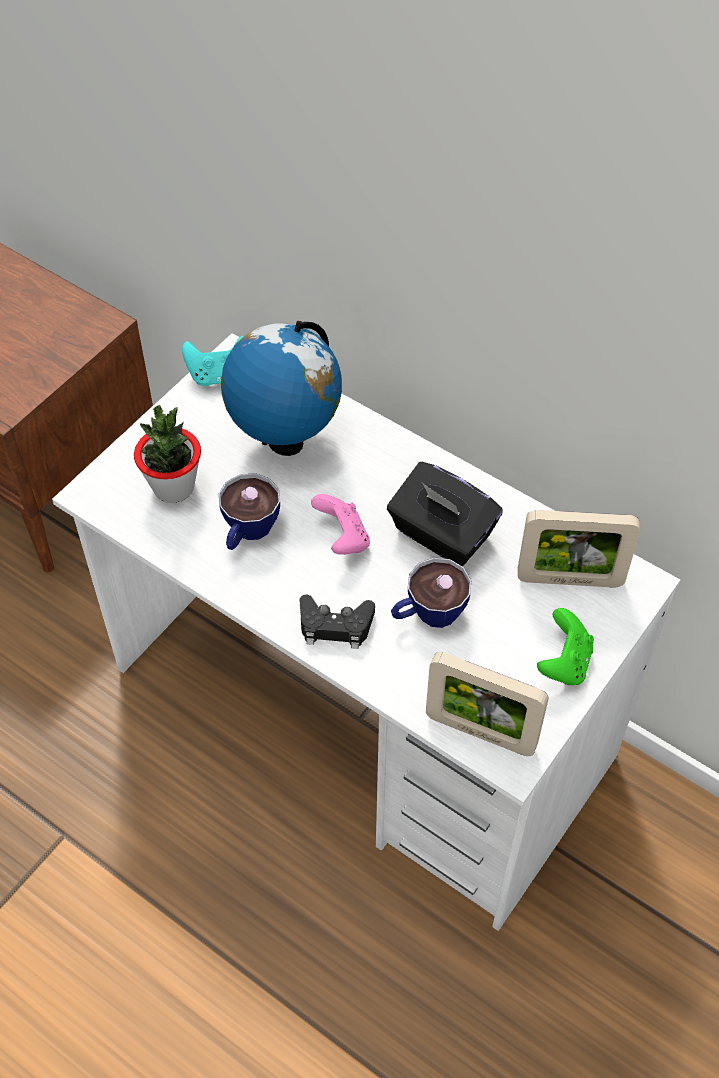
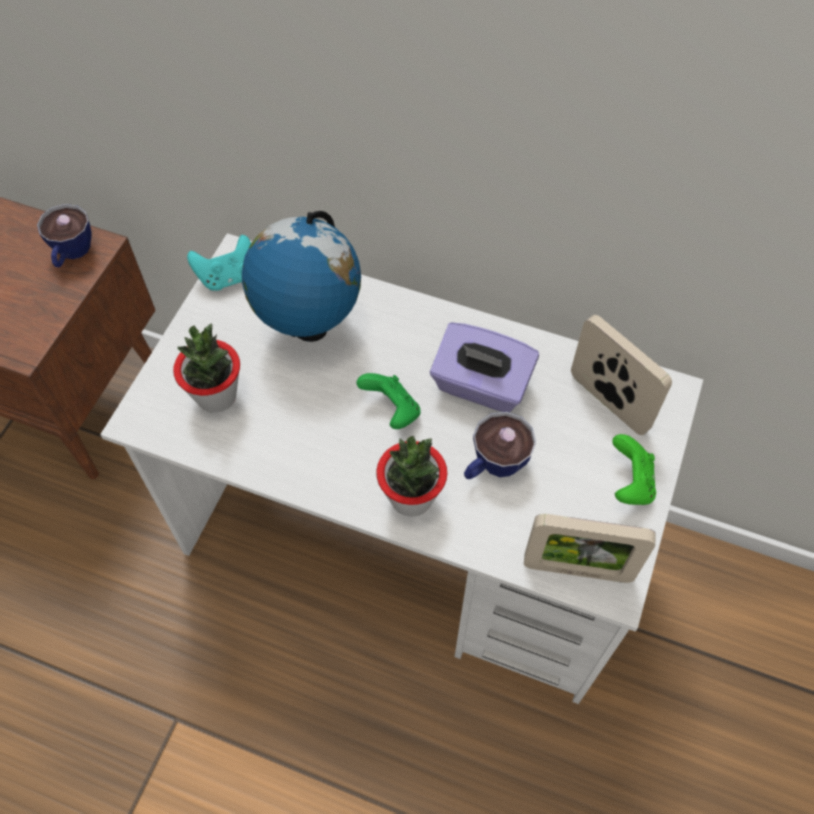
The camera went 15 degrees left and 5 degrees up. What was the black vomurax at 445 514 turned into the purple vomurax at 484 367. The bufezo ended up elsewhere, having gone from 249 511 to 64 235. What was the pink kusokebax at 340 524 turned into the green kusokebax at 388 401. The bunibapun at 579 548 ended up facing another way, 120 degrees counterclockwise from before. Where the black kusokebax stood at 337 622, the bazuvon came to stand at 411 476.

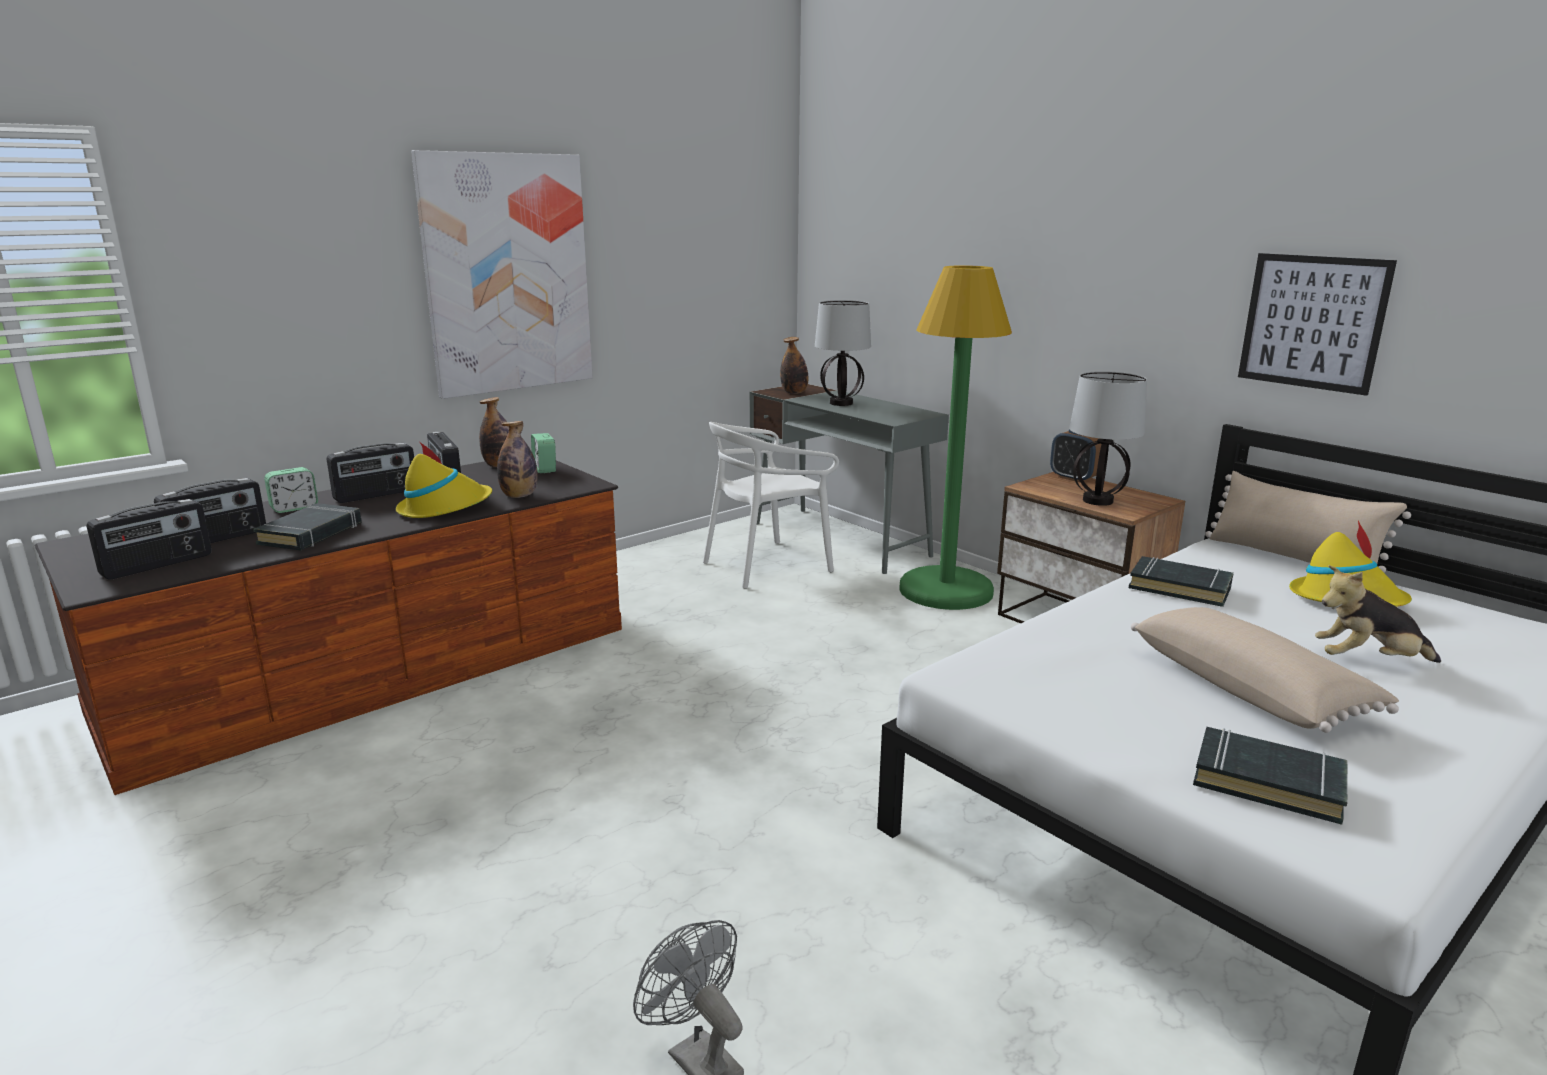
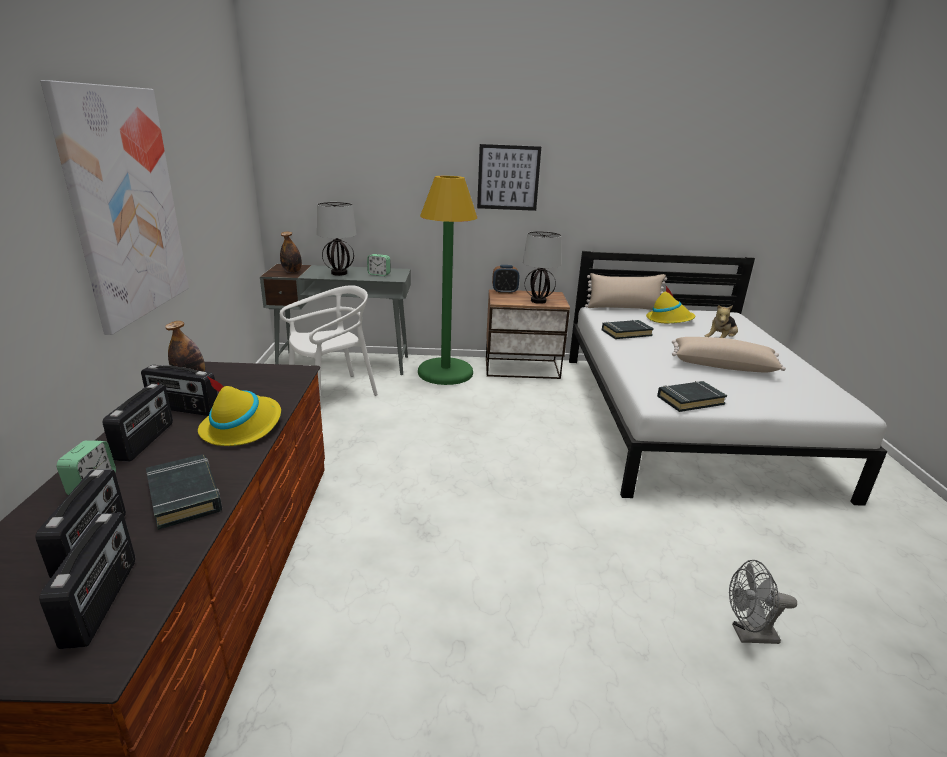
The camera went 50 degrees left and 5 degrees up. The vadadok ended up elsewhere, having gone from 1317 324 to 509 177. The second view lost the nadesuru at 517 459. The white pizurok at 771 505 ended up facing another way, 135 degrees counterclockwise from before. The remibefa ended up elsewhere, having gone from 543 453 to 378 265. The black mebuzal ended up elsewhere, having gone from 1270 776 to 692 396.

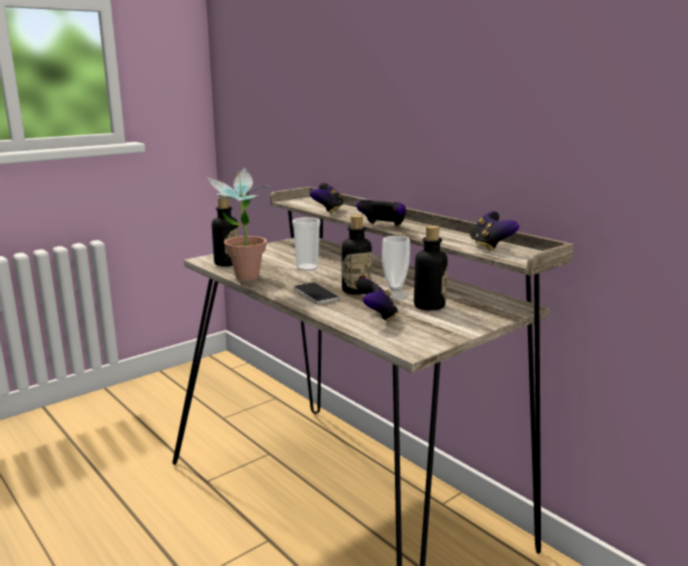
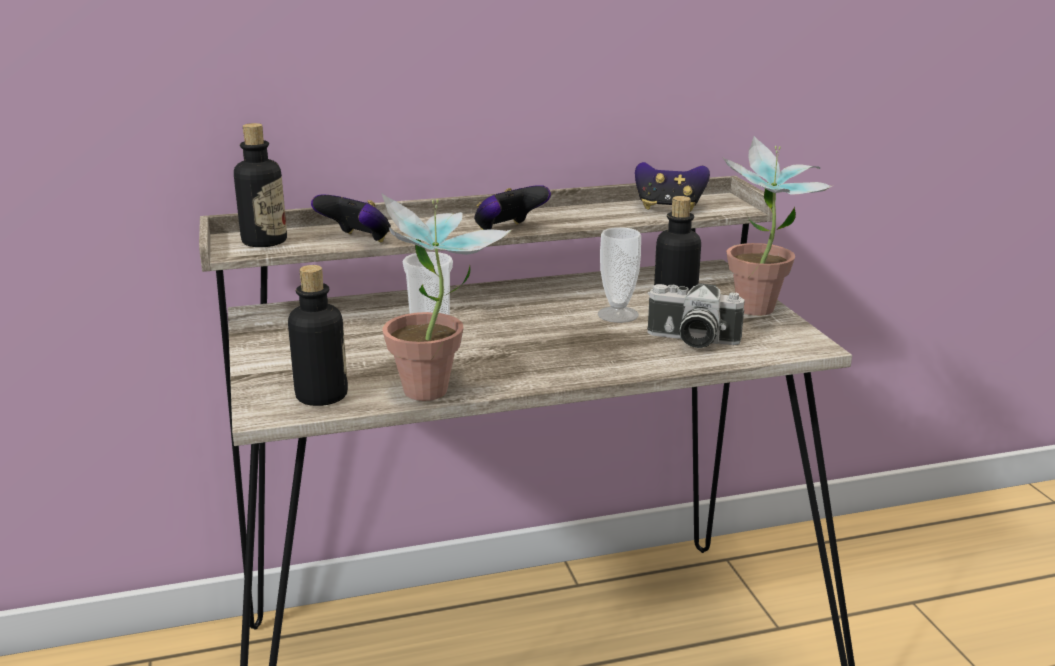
The camera went 65 degrees left and 5 degrees up. The nadesuru ended up elsewhere, having gone from 357 255 to 260 185. Where the kusokebax stood at 377 300, the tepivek came to stand at 696 315. The second view lost the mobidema at 316 293. The second view gained the bazuvon at 777 226.

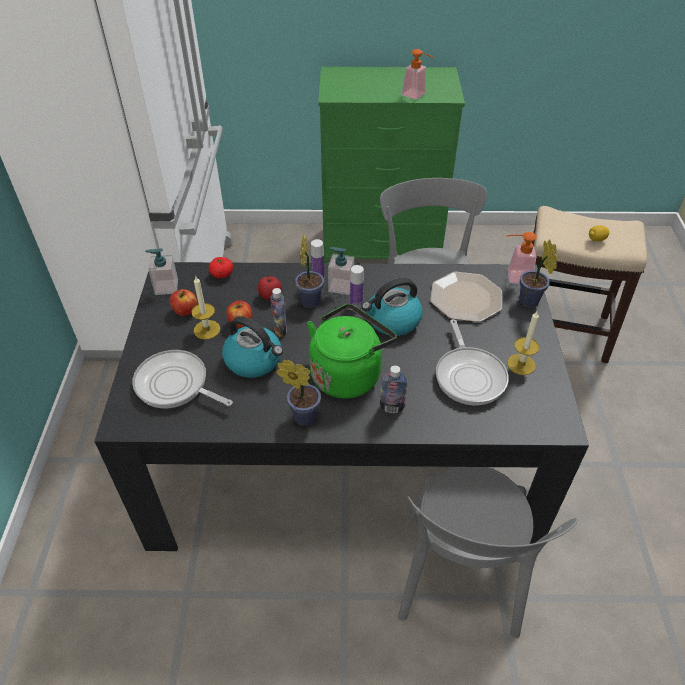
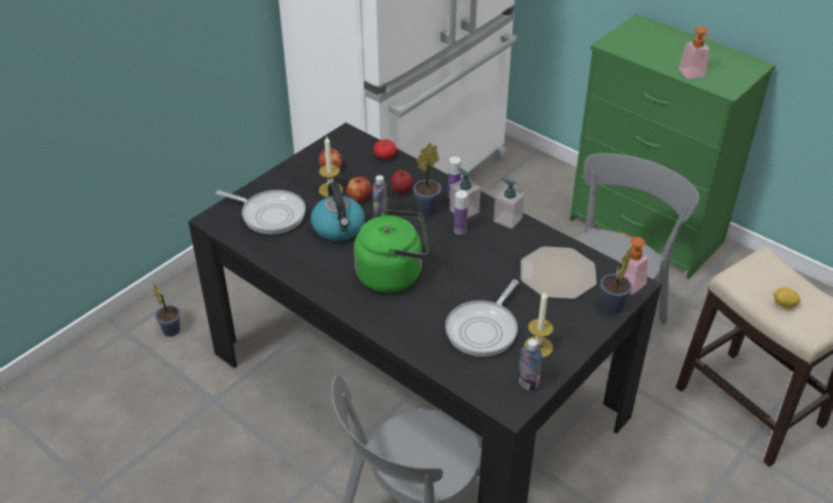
The camera went 40 degrees right and 5 degrees down. The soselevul ended up elsewhere, having gone from 161 271 to 509 203. The second view lost the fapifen at 392 307. The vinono at 182 379 ended up facing another way, 135 degrees clockwise from before. The bazuvon ended up elsewhere, having gone from 298 393 to 166 309. The nadesuru ended up elsewhere, having gone from 394 389 to 530 365.

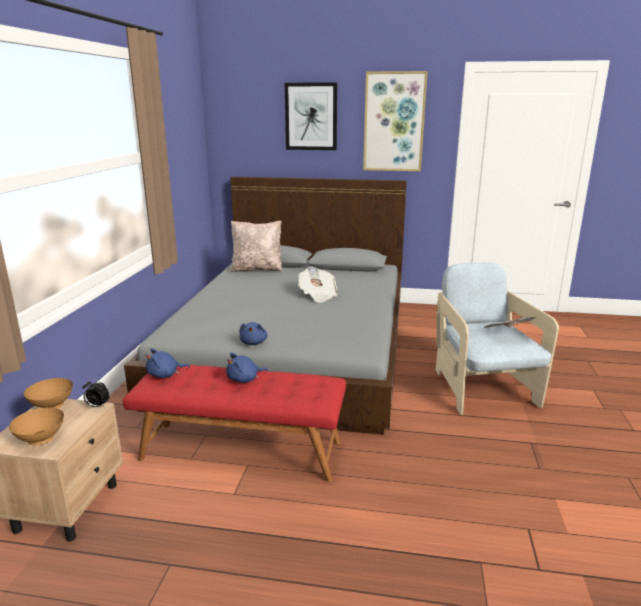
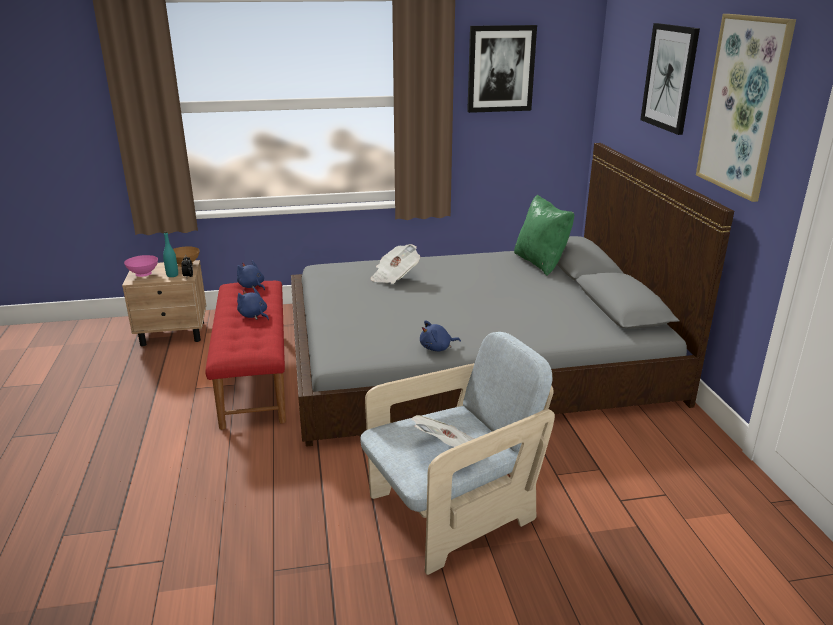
The camera went 70 degrees right and 5 degrees up. What was the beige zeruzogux at 257 246 turned into the green zeruzogux at 544 235. The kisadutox ended up elsewhere, having gone from 318 285 to 395 264. The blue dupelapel ended up elsewhere, having gone from 253 333 to 440 336. What was the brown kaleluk at 36 426 turned into the pink kaleluk at 141 266. The second view gained the vadadok at 502 69. The second view gained the turquoise nadesuru at 170 254.

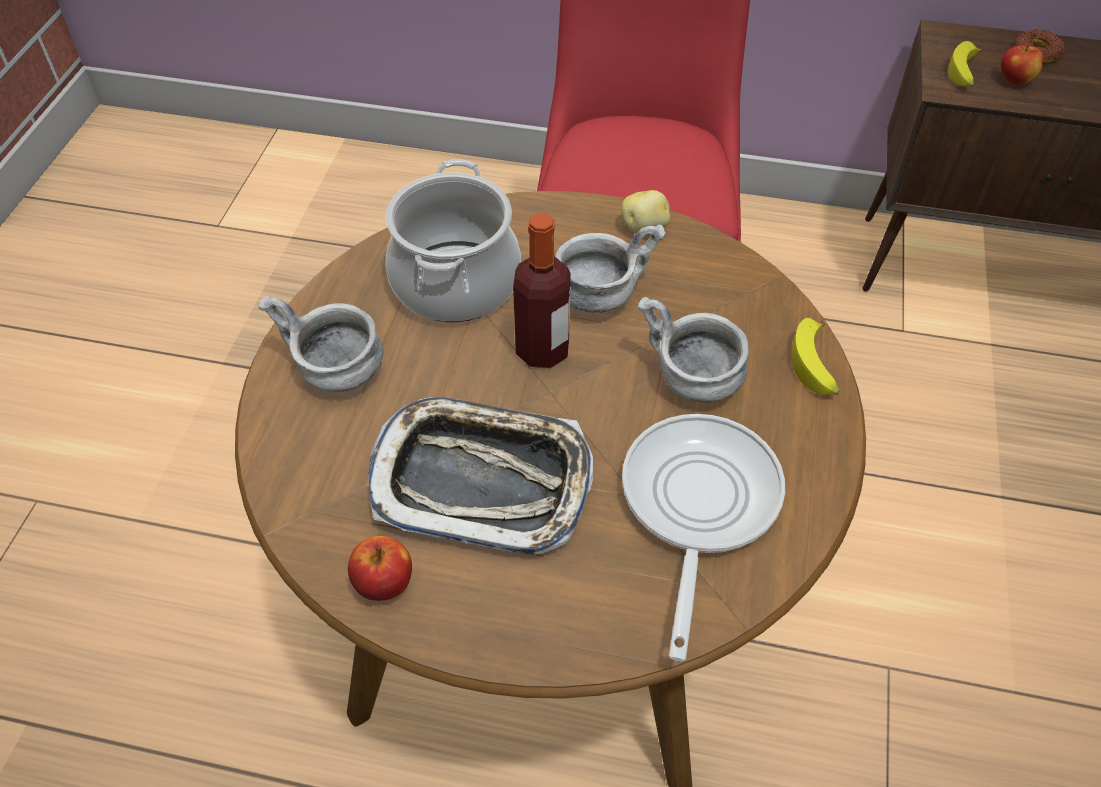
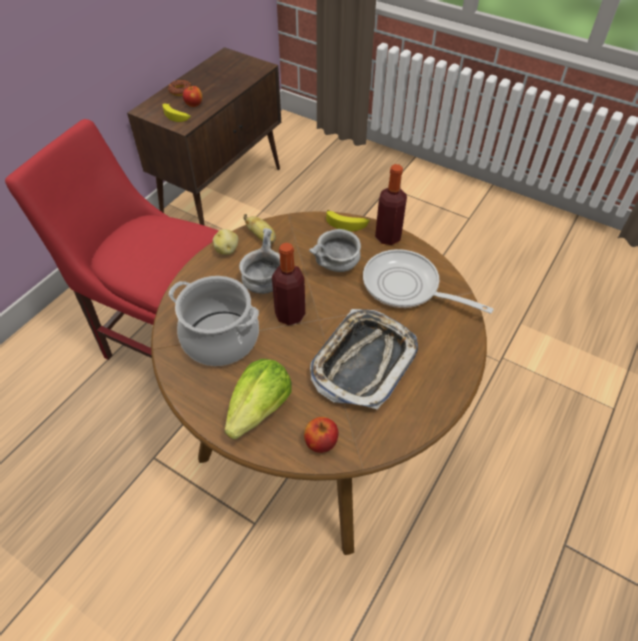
The camera went 70 degrees left and 0 degrees up. Where the grey kaleluk stood at 321 344, the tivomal came to stand at 258 399. The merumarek ended up elsewhere, having gone from 380 568 to 321 435. The second view gained the nadesuru at 391 204. The second view gained the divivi at 259 229.

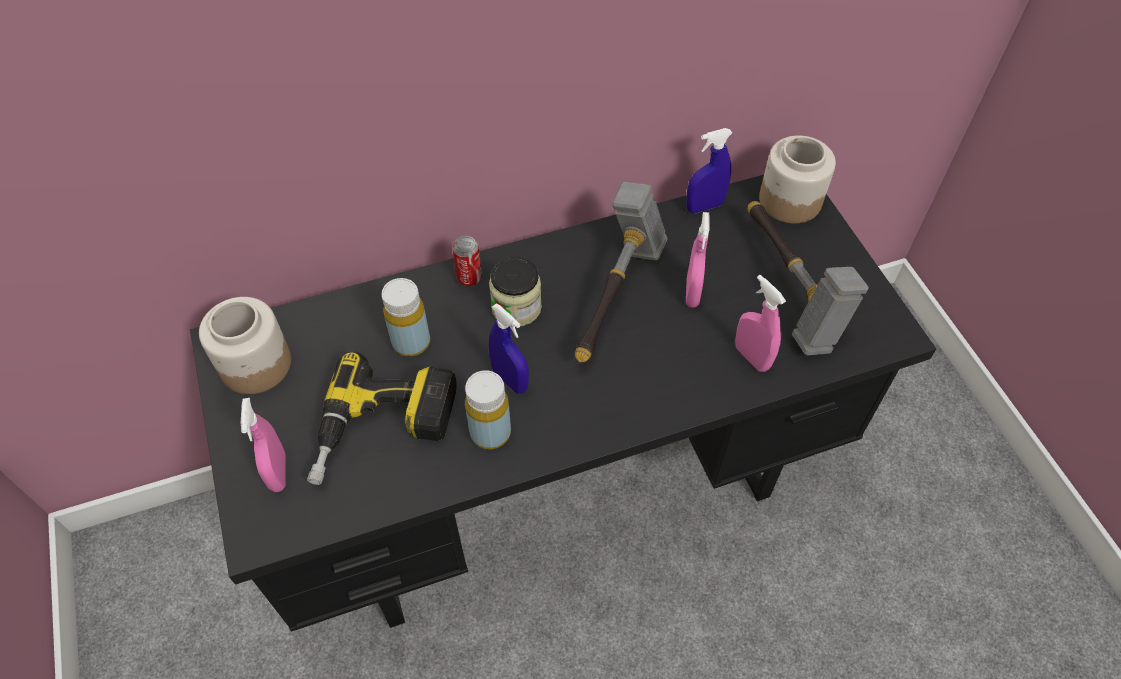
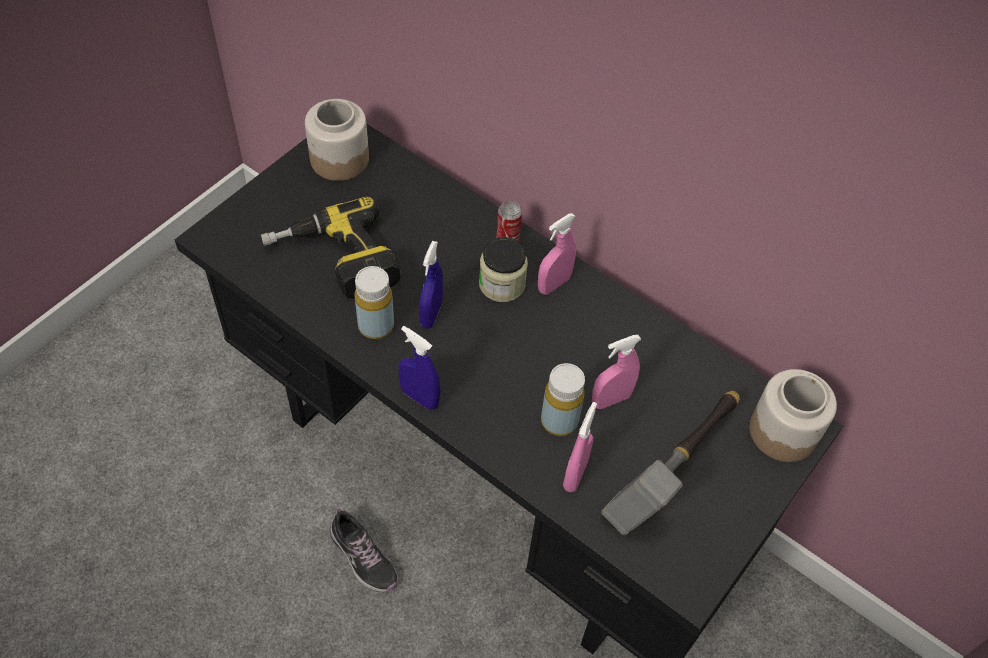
The camera went 55 degrees right and 0 degrees up. The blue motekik ended up elsewhere, having gone from 709 170 to 420 368. The second view lost the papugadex at 621 271. The yellow nadesuru ended up elsewhere, having gone from 406 317 to 563 399. The pink motekik ended up elsewhere, having gone from 263 445 to 557 254. The second view gained the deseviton at 364 550.

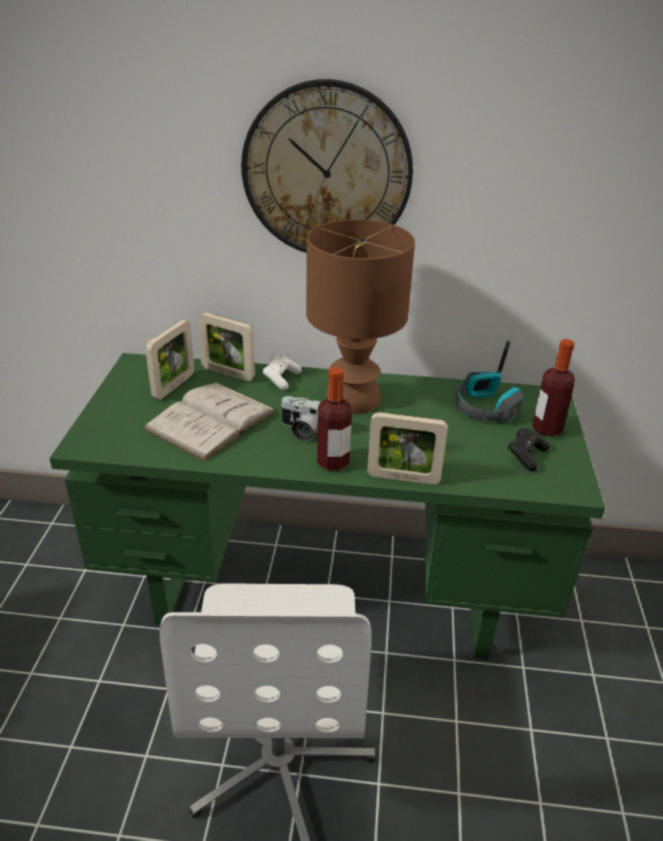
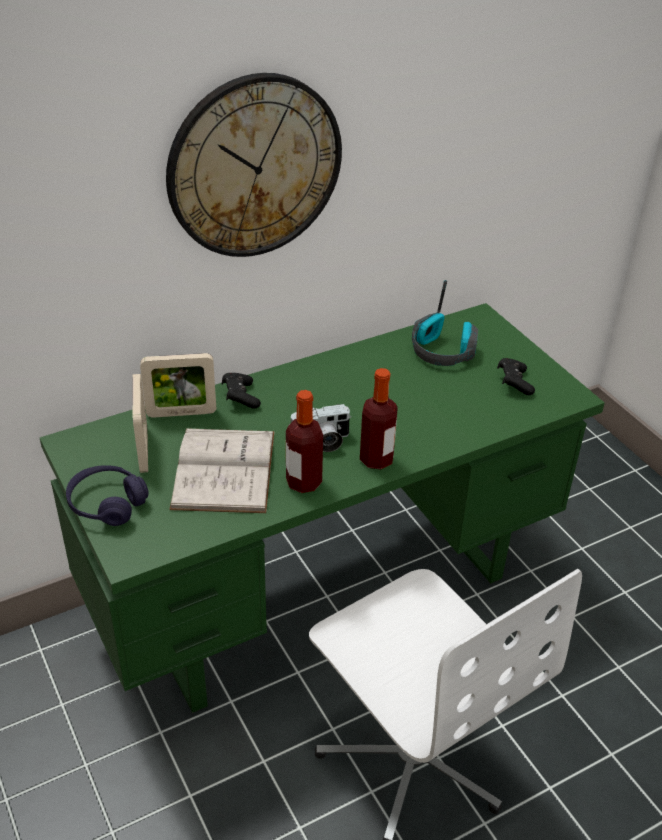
The camera went 35 degrees left and 5 degrees up. The second view lost the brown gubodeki at 360 316. The nadesuru ended up elsewhere, having gone from 553 388 to 304 441. What was the white kusokebax at 282 372 turned into the black kusokebax at 241 391. The second view lost the bunibapun at 407 448. The second view gained the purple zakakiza at 107 495.

